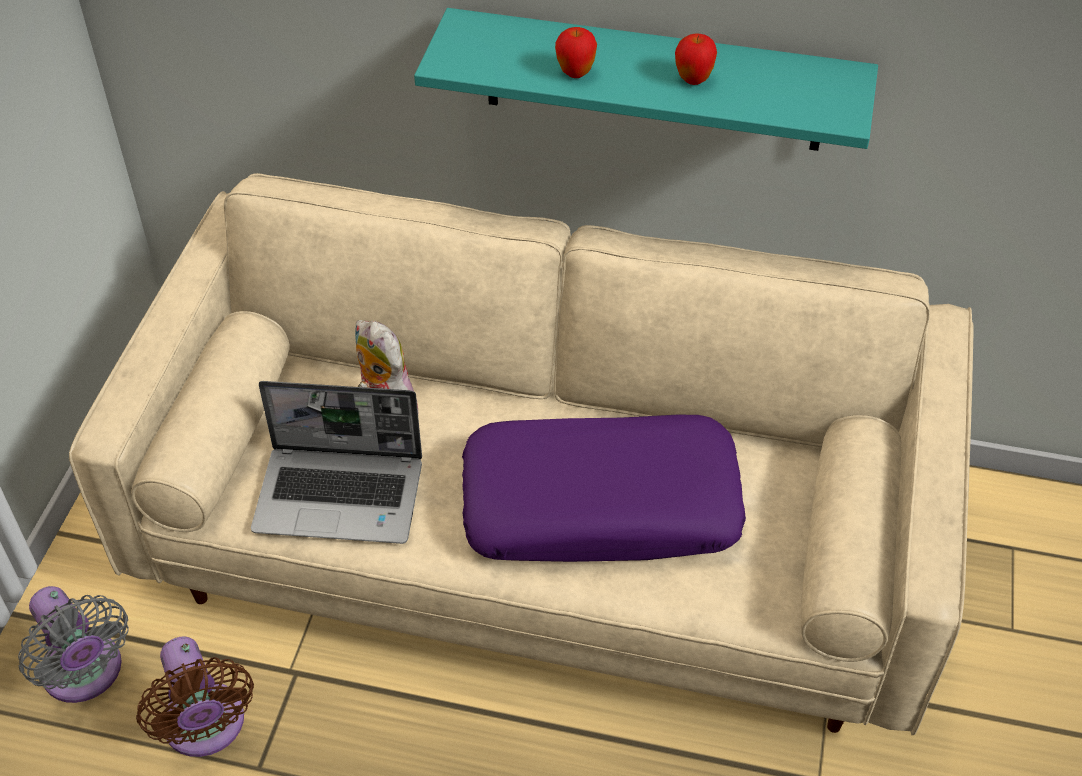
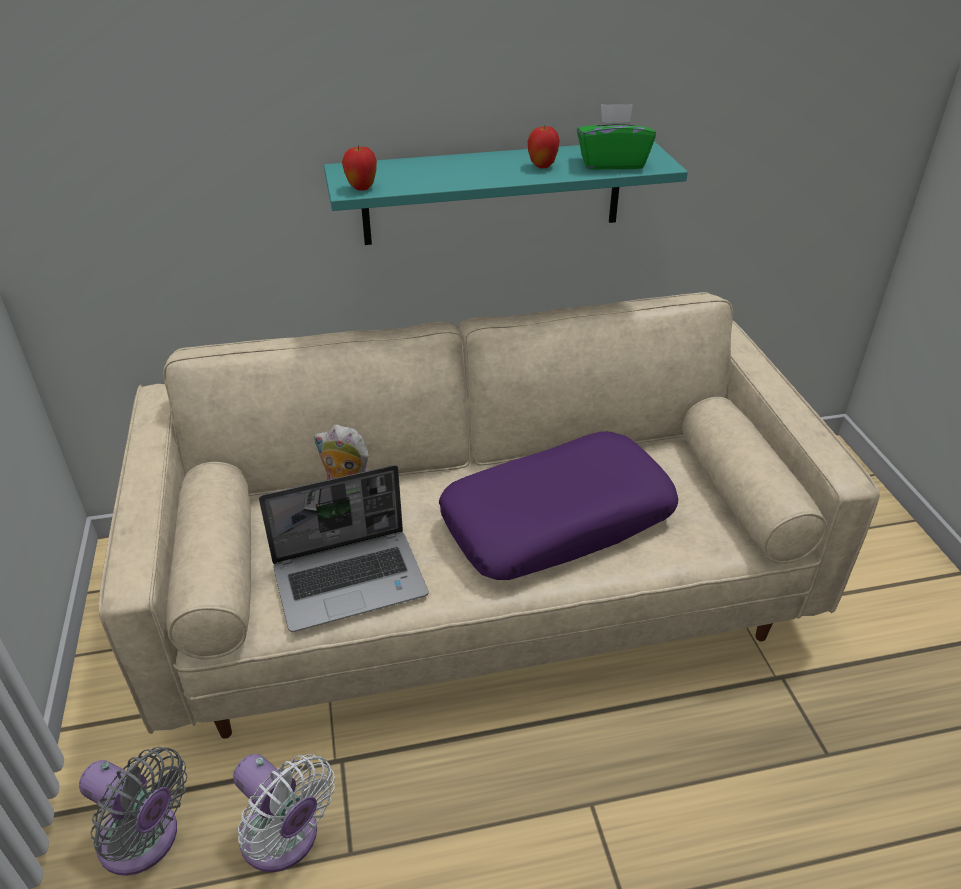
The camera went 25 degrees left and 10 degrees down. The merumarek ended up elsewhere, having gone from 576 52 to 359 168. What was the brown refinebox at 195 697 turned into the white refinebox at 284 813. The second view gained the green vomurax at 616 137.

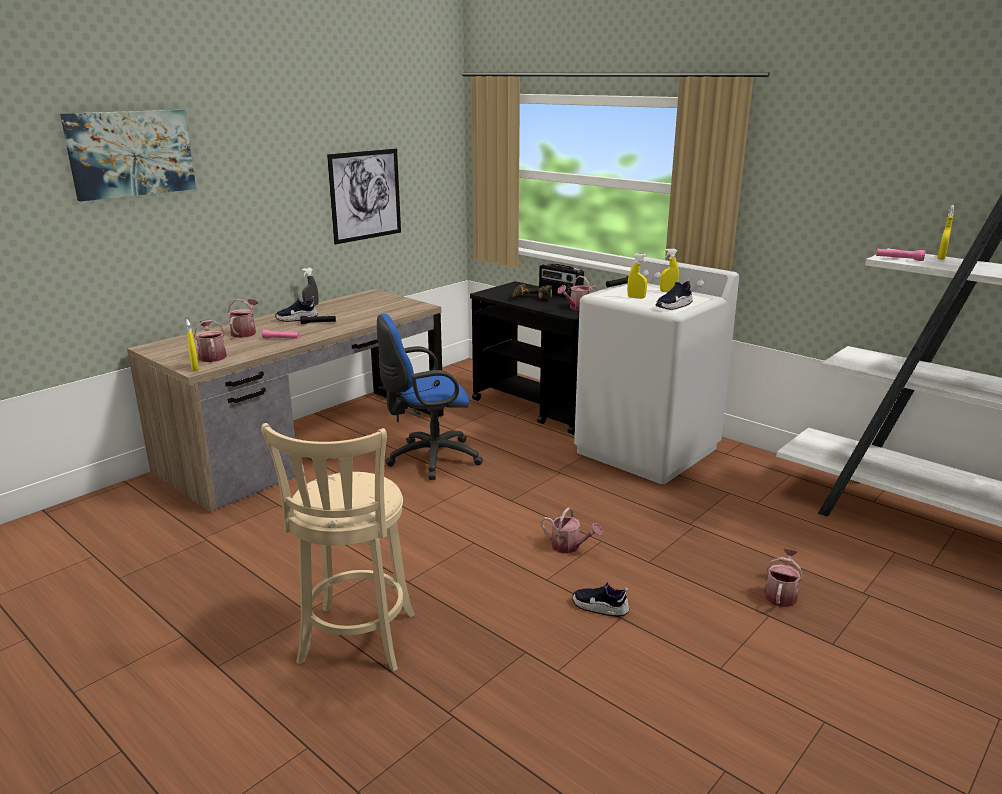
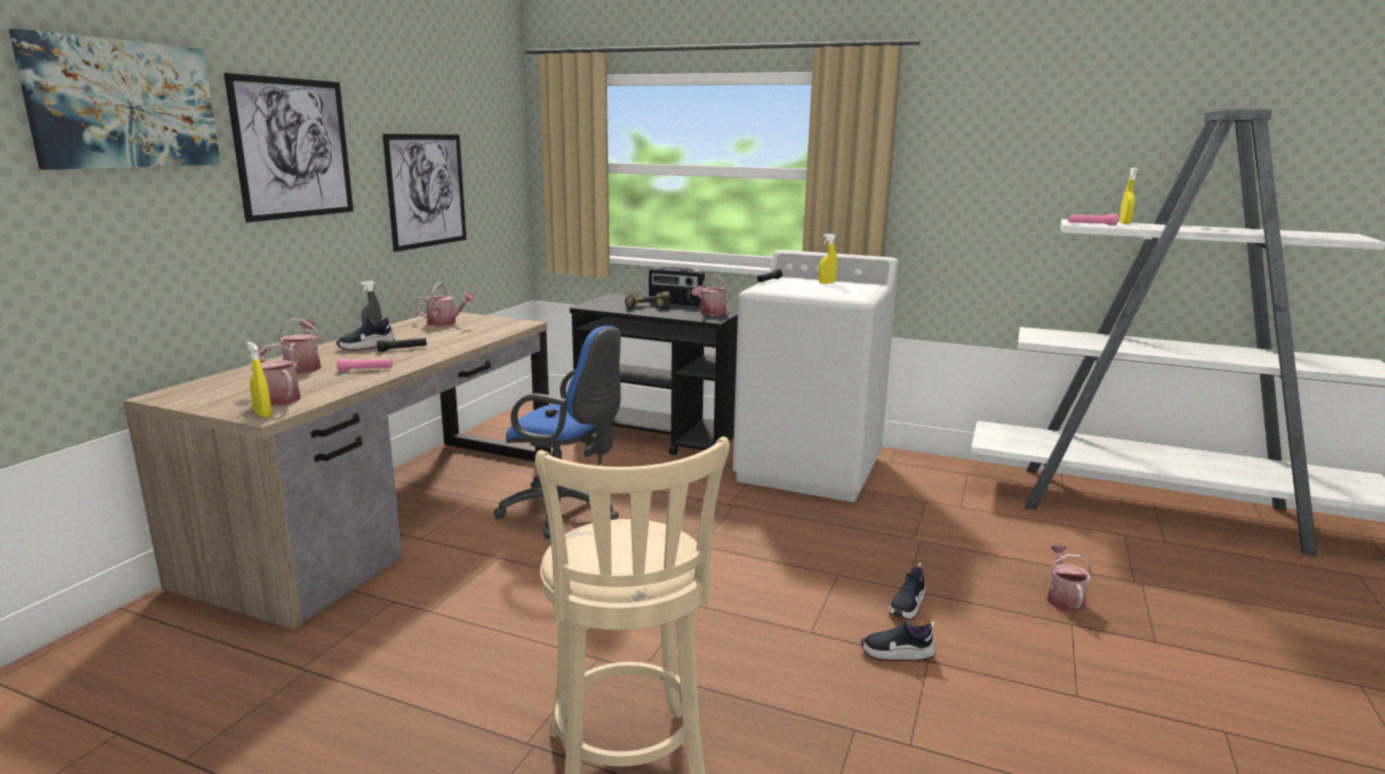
The camera went 20 degrees left and 5 degrees down. The second view lost the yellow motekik at 637 276. The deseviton ended up elsewhere, having gone from 673 294 to 907 591. The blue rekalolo at 430 397 ended up facing another way, 120 degrees counterclockwise from before. The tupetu ended up elsewhere, having gone from 571 531 to 445 304. The second view gained the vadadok at 288 147.

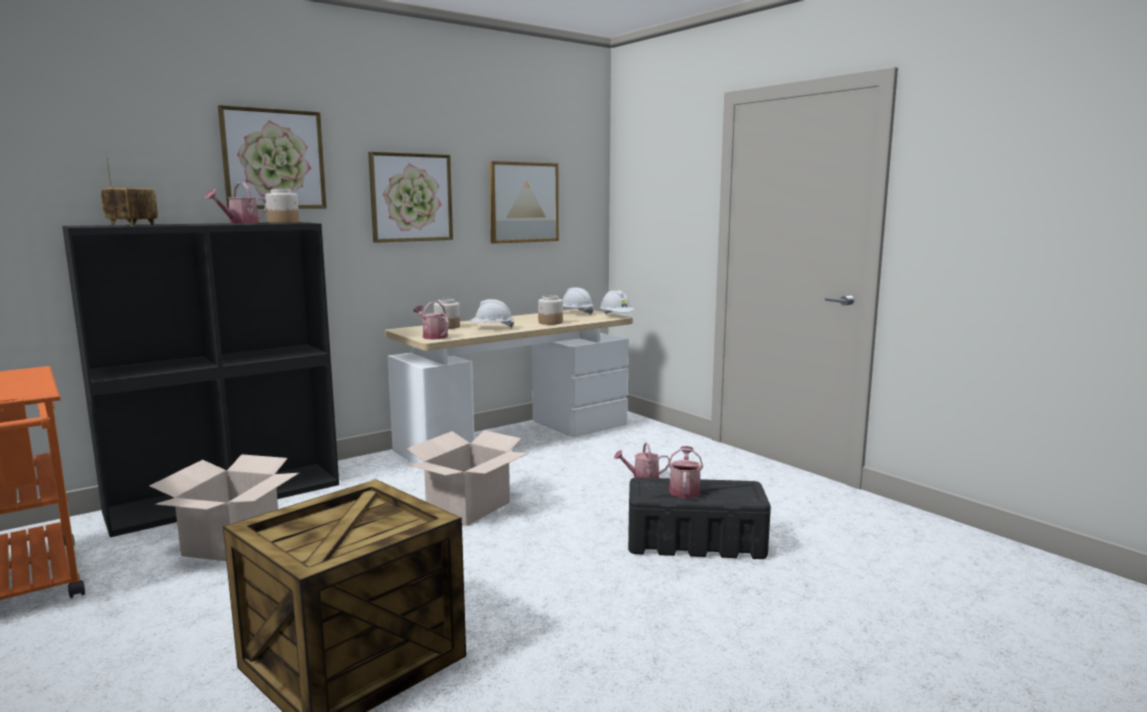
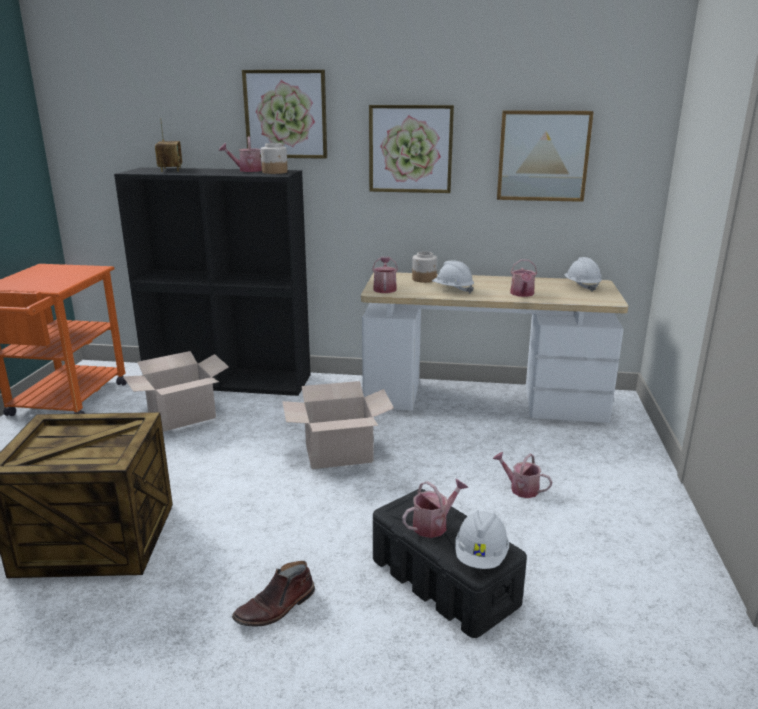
The camera went 45 degrees right and 10 degrees up. The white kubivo ended up elsewhere, having gone from 617 302 to 482 539. Where the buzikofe stood at 550 310, the tupetu came to stand at 523 278. The second view gained the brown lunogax at 273 594.

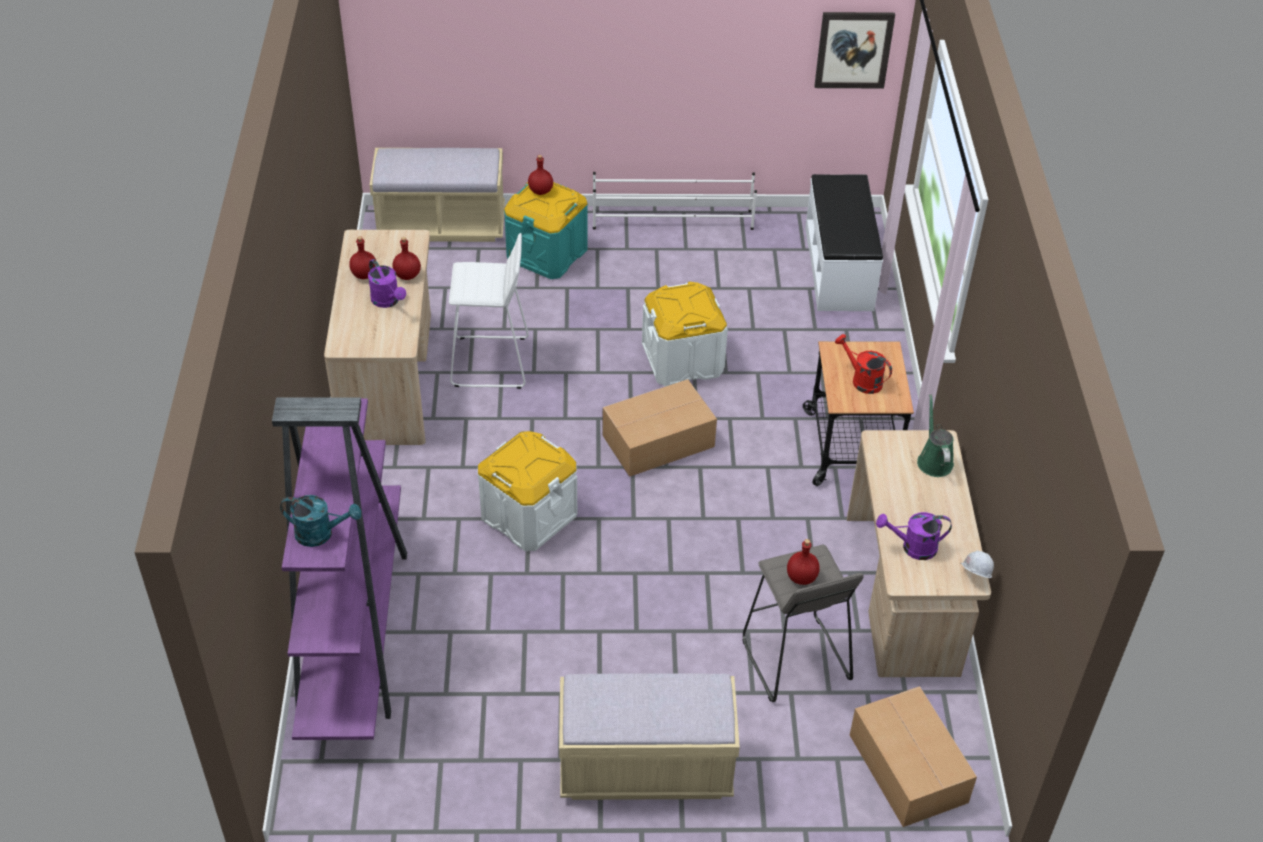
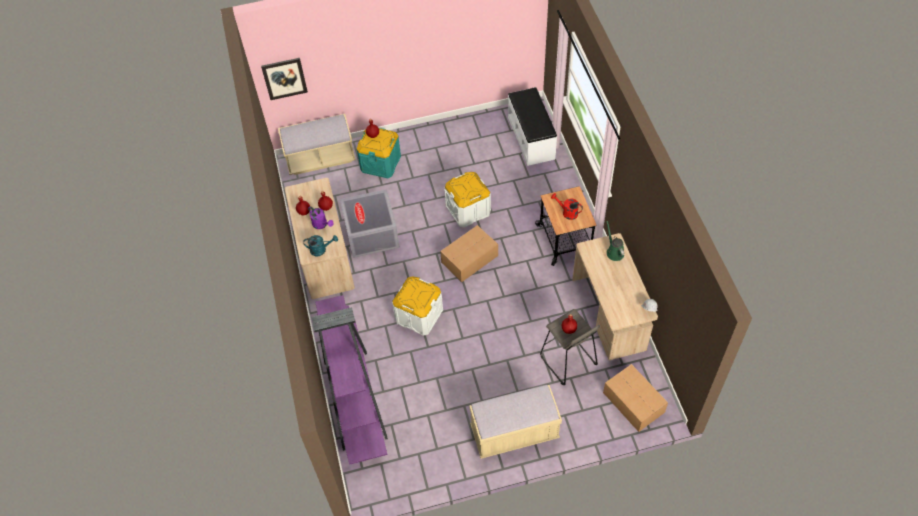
The camera went 10 degrees left and 10 degrees up. The vadadok ended up elsewhere, having gone from 854 50 to 284 79. The second view lost the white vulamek at 675 201. Where the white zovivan stood at 489 311, the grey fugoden came to stand at 370 223. The turquoise tupetu ended up elsewhere, having gone from 320 521 to 320 245. The second view lost the purple tupetu at 914 536.

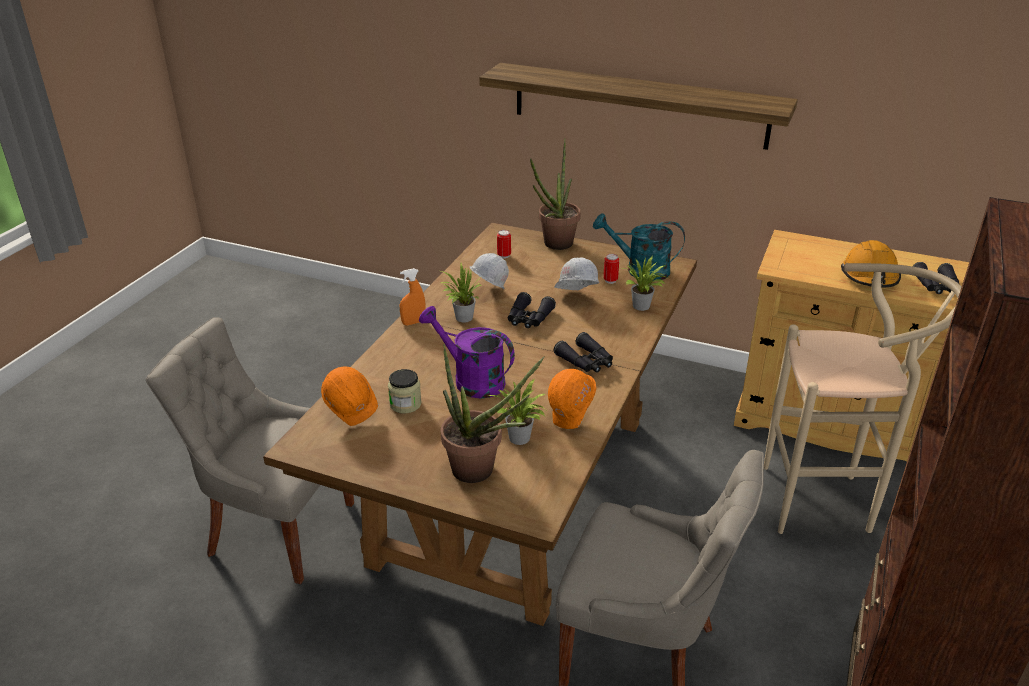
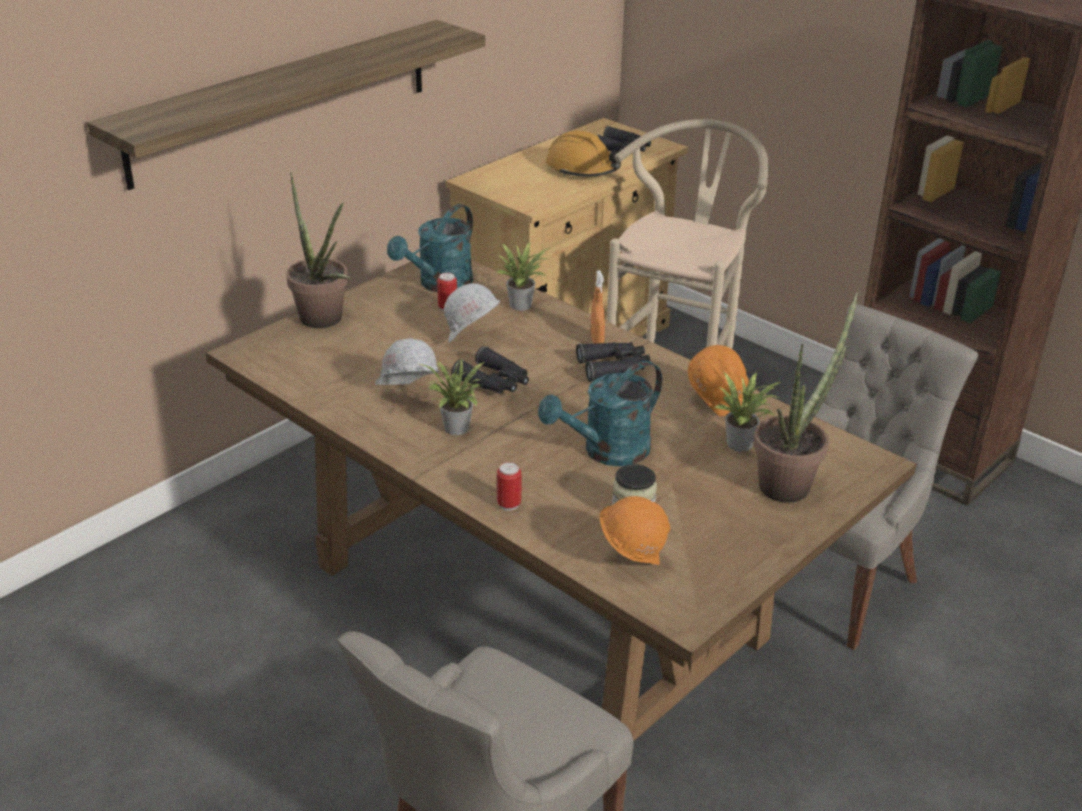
The camera went 70 degrees left and 0 degrees up. The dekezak ended up elsewhere, having gone from 504 244 to 509 486. The orange motekik ended up elsewhere, having gone from 413 296 to 598 307. What was the purple tupetu at 467 352 turned into the turquoise tupetu at 600 413.

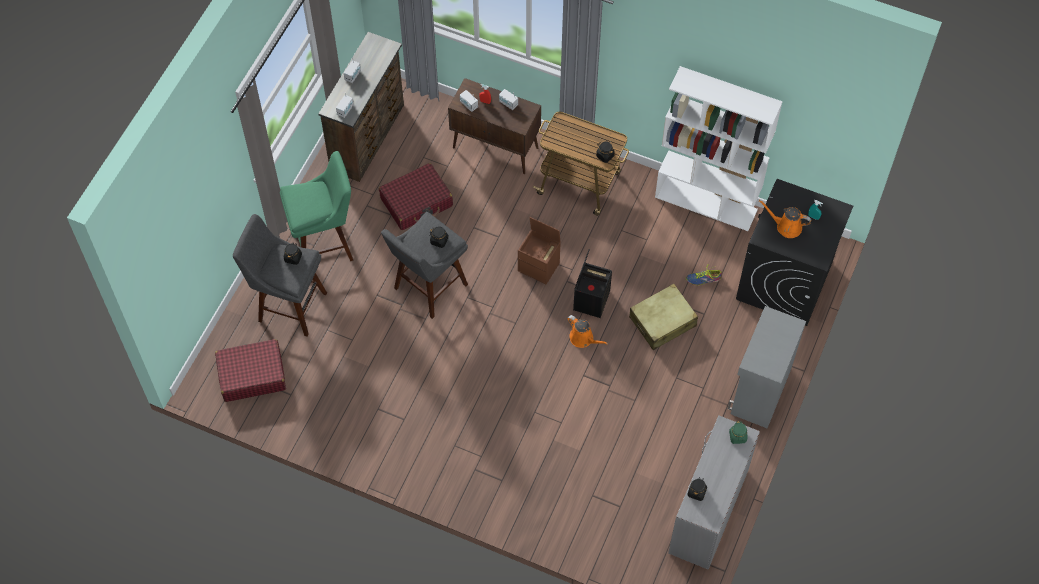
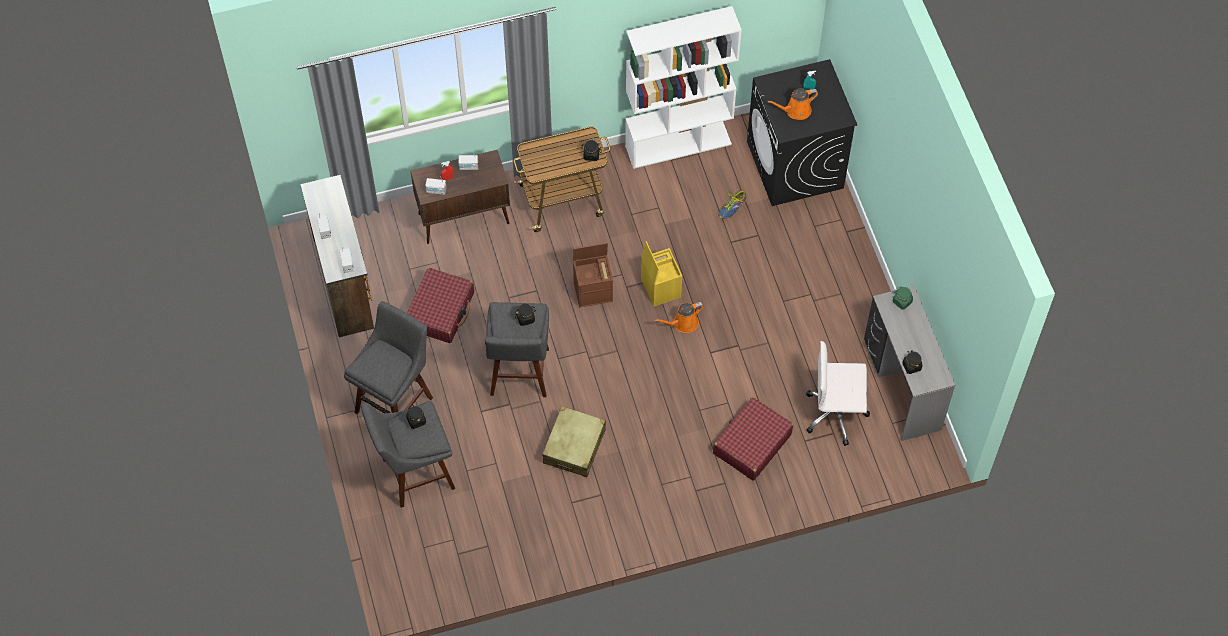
The camera went 40 degrees left and 0 degrees up. What was the green zovivan at 316 206 turned into the grey zovivan at 388 357. What was the black fugoden at 592 283 turned into the yellow fugoden at 661 273. The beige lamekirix ended up elsewhere, having gone from 663 317 to 574 441. The second view lost the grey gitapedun at 767 367. The orange tupetu at 587 331 ended up facing another way, 150 degrees clockwise from before. The red lamekirix ended up elsewhere, having gone from 250 370 to 753 439. The second view gained the white rekalolo at 838 393.

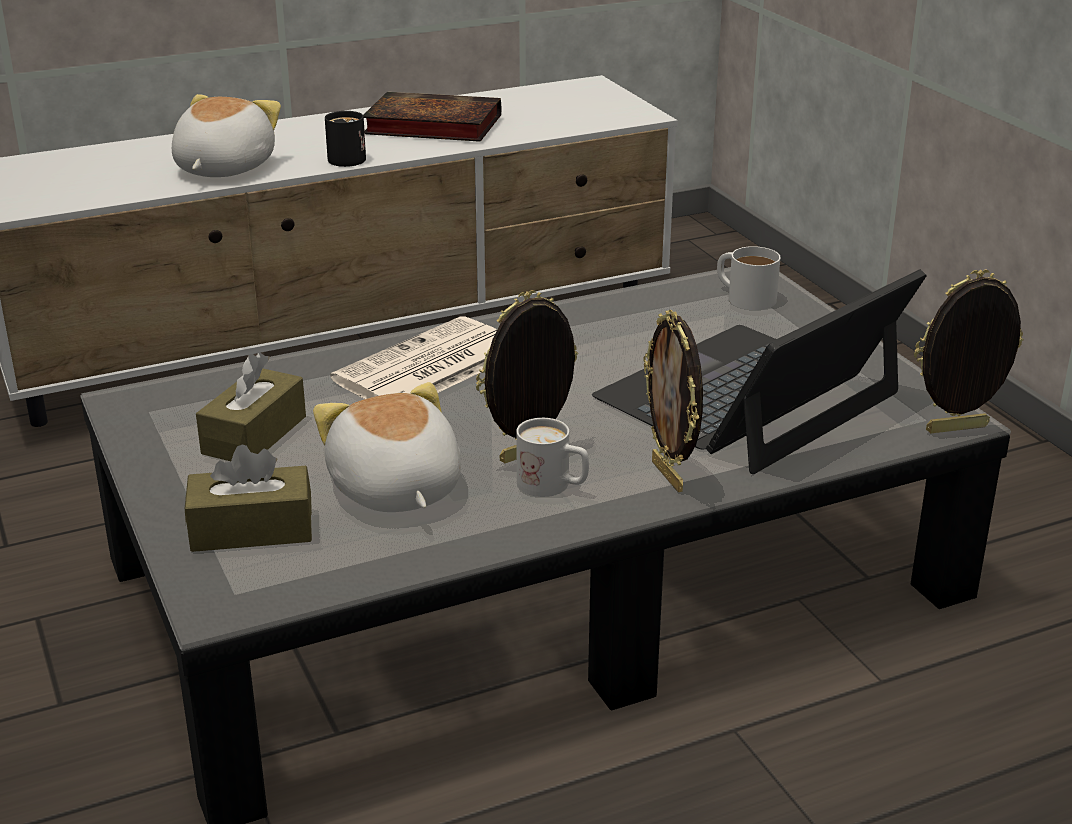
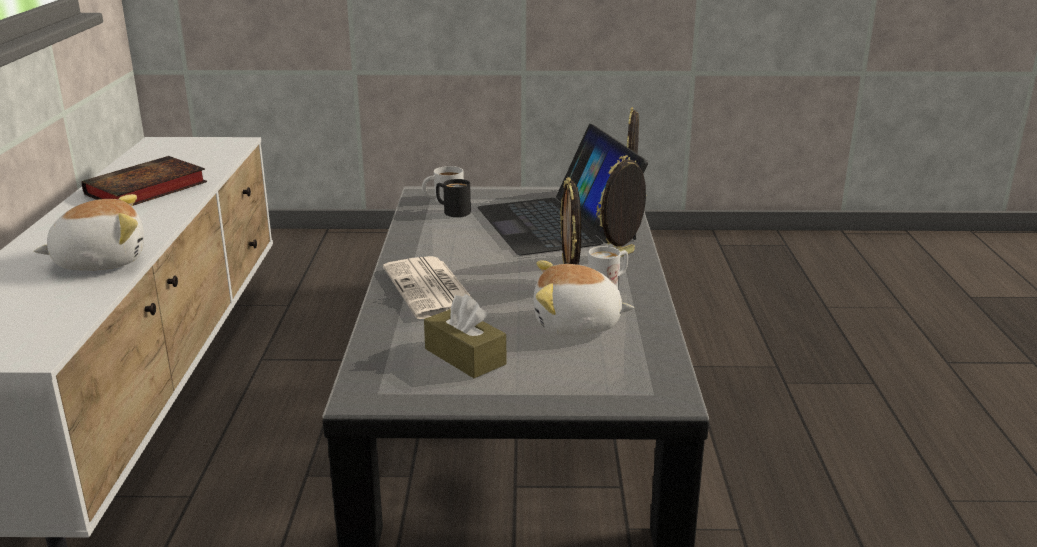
The camera went 65 degrees left and 5 degrees down. The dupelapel at 226 135 ended up facing another way, 120 degrees clockwise from before. The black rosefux ended up elsewhere, having gone from 345 139 to 453 198. The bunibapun at 673 401 ended up facing another way, 135 degrees clockwise from before. The second view lost the brown vomurax at 248 498.

